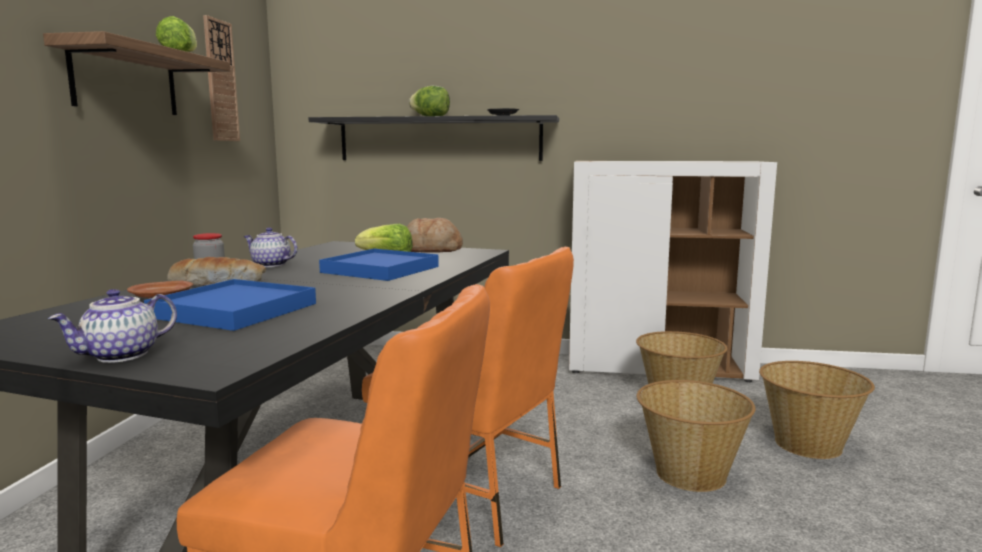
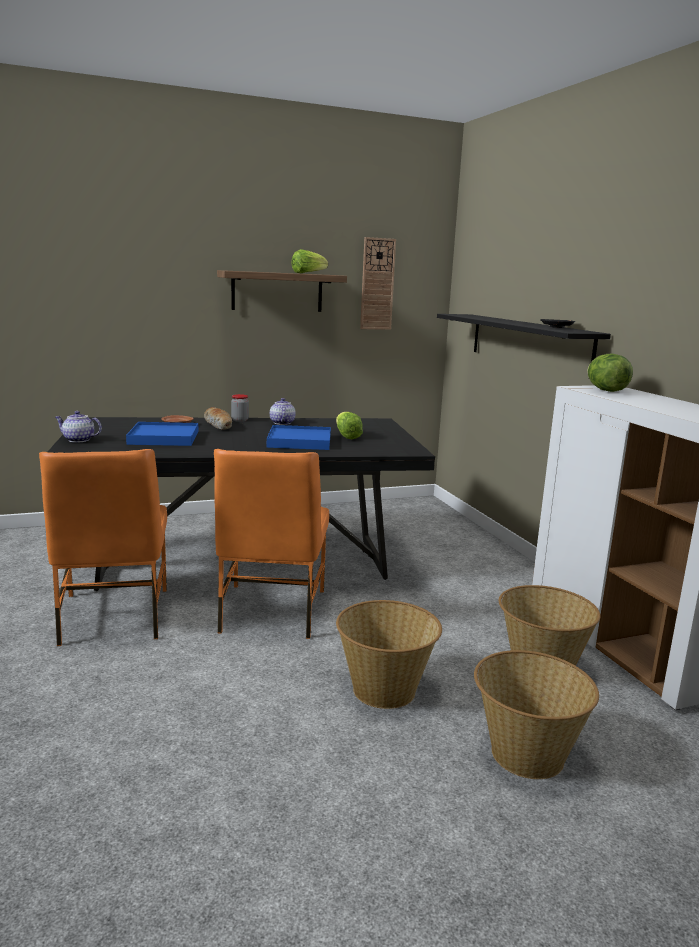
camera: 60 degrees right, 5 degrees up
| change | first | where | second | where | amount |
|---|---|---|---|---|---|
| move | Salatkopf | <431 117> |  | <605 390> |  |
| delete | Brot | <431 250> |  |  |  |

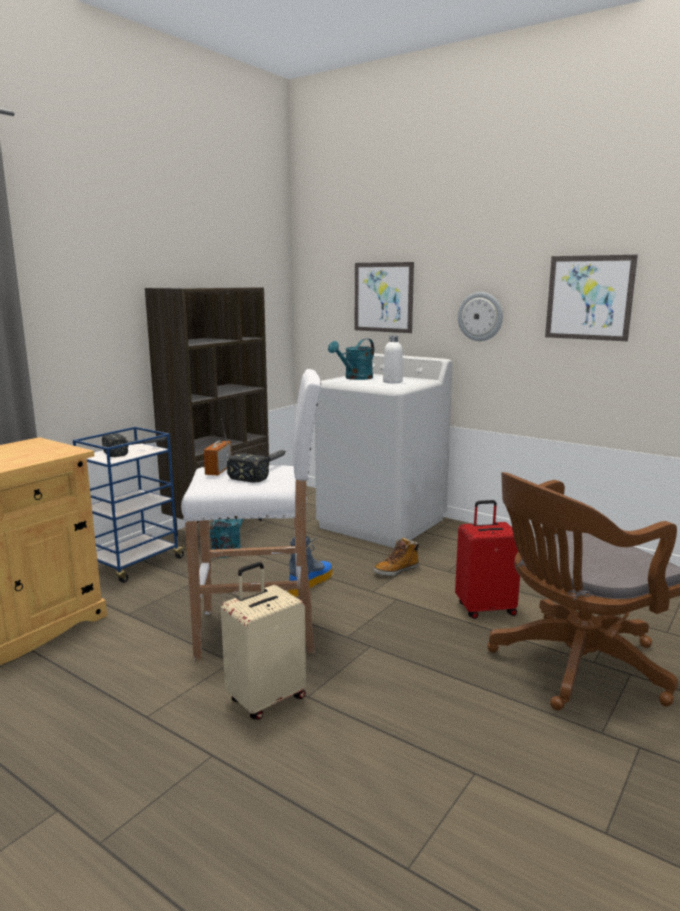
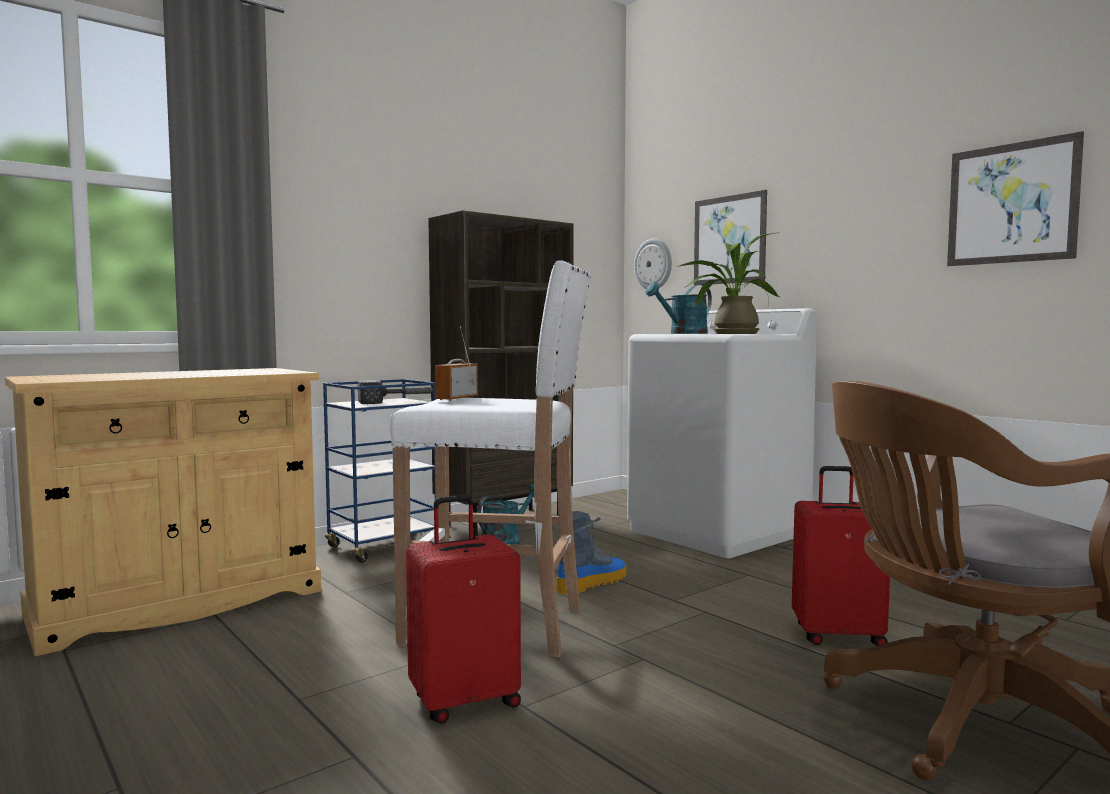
camera: 15 degrees right, 10 degrees down
| change | first | where | second | where | amount |
|---|---|---|---|---|---|
| move | Wanduhr | <480 316> |  | <653 264> |  |
| replace | Flasche [weiß] | <392 382> | Topfpflanze | <729 333> |  |
| delete | Hammer | <264 470> |  |  |  |
| delete | Stiefel | <396 571> |  |  |  |
| recolor | Koffer [beige] | <266 699> | Koffer [rot] | <464 701> |  |

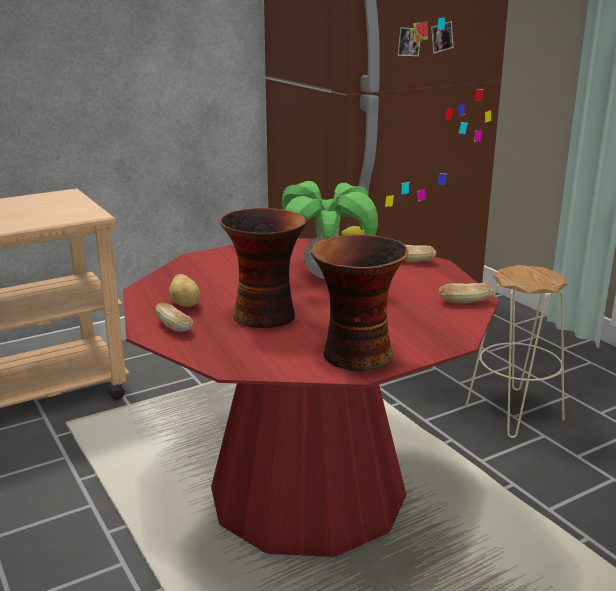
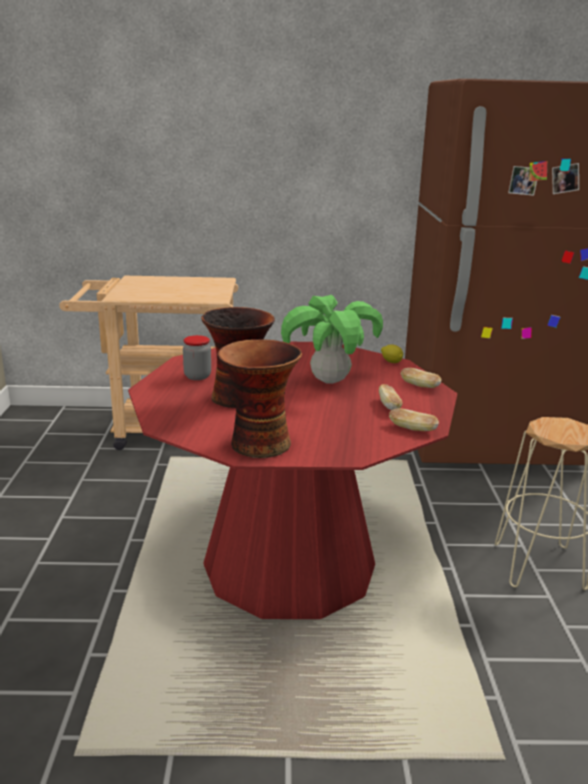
camera: 30 degrees right, 0 degrees up
| change | first | where | second | where | amount |
|---|---|---|---|---|---|
| replace | Kartoffel | <185 304> | Vorratsglas | <197 376> |  |
| move | Brot | <174 327> |  | <389 406> |  |

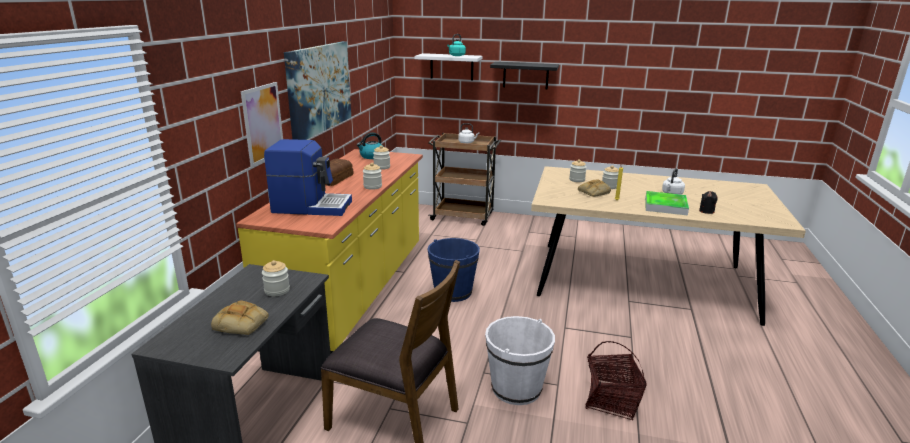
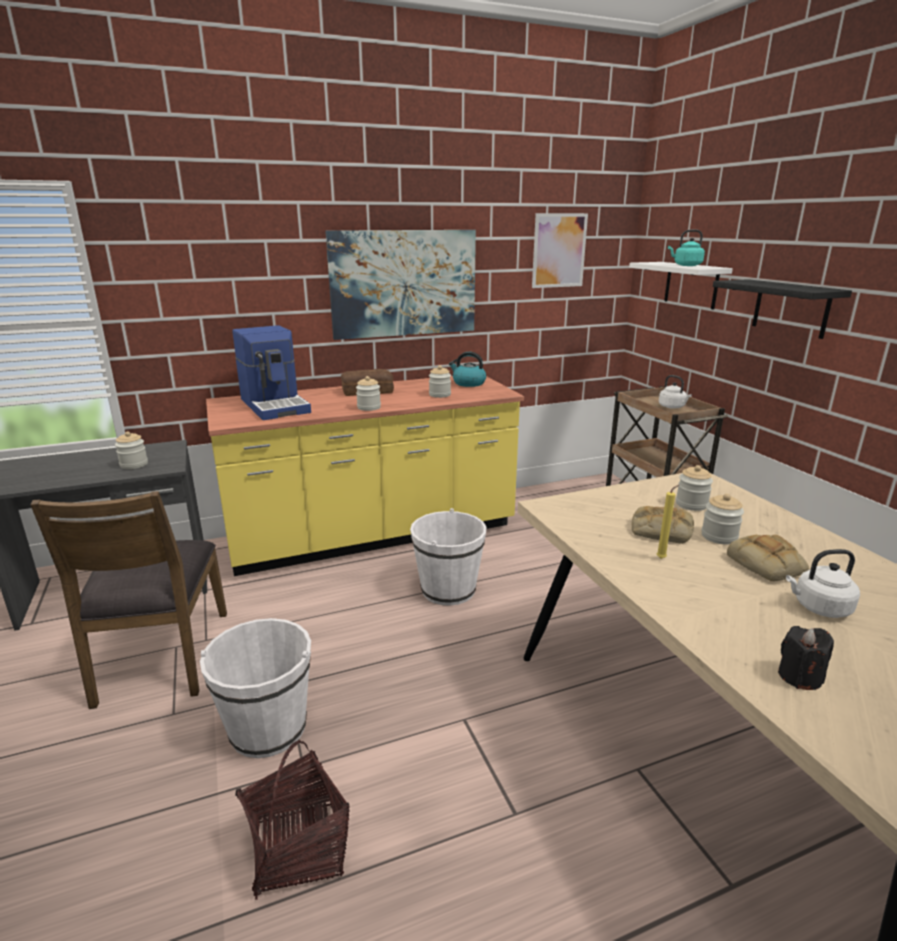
camera: 55 degrees right, 0 degrees up
| change | first | where | second | where | amount |
|---|---|---|---|---|---|
| move | Bild | <263 123> |  | <559 250> |  |
| delete | Tablett | <665 206> |  |  |  |
| recolor | Eimer [blau] | <453 292> | Eimer [weiß] | <448 590> |  |
| move | Brot | <242 323> |  | <768 565> |  |

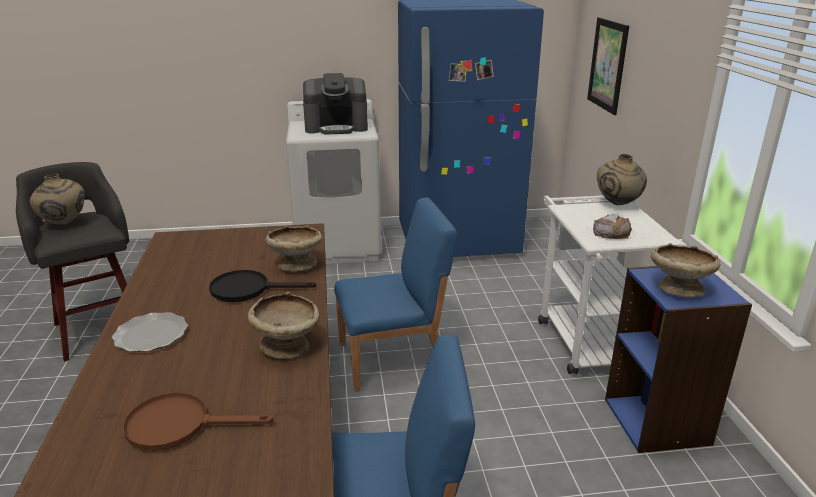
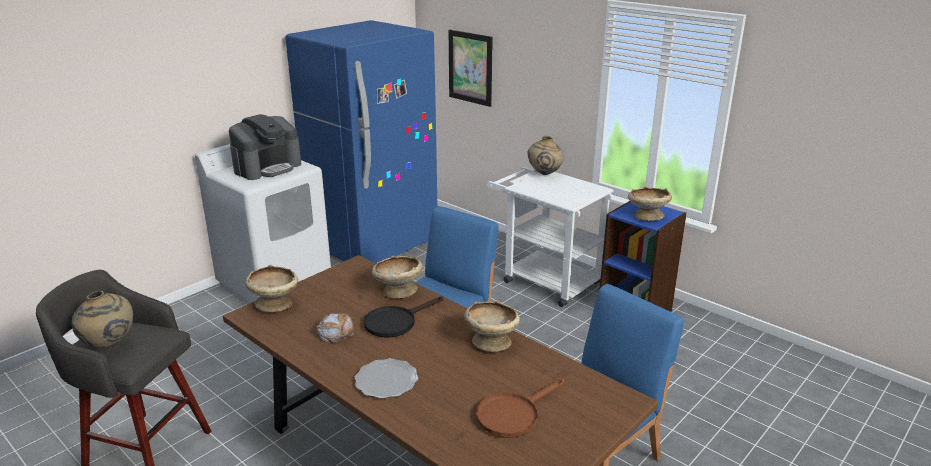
camera: 40 degrees left, 0 degrees up
| change | first | where | second | where | amount |
|---|---|---|---|---|---|
| move | Brot | <611 232> |  | <335 332> |  |
| insert |  |  | Schüssel [beige] | <275 304> |  |

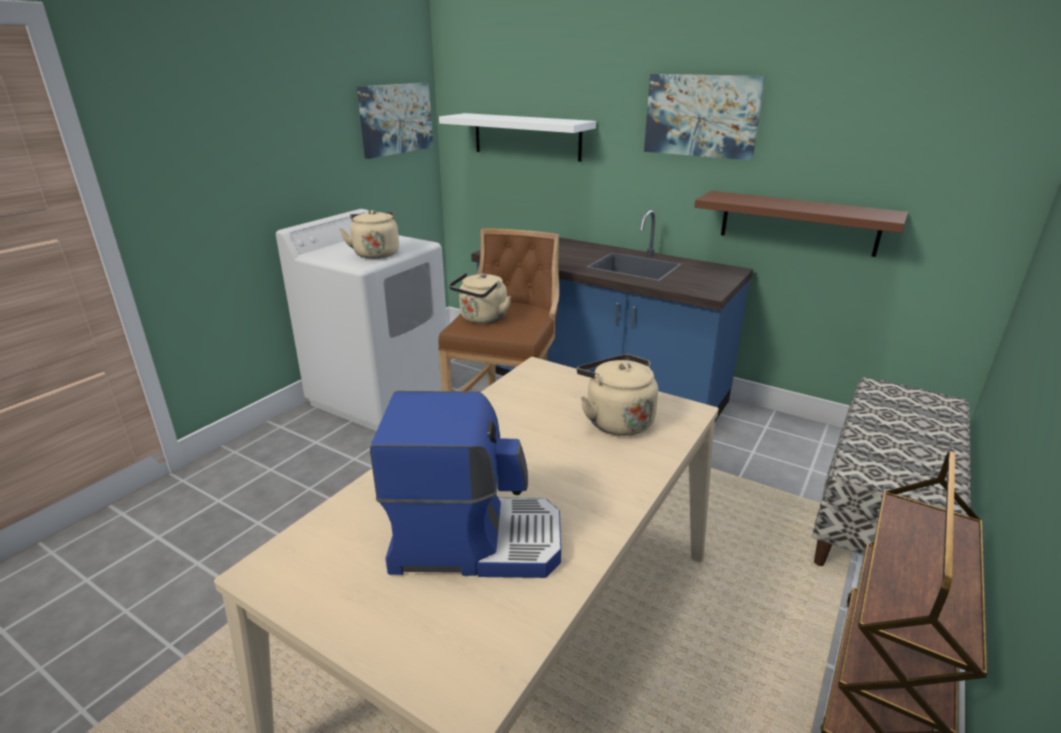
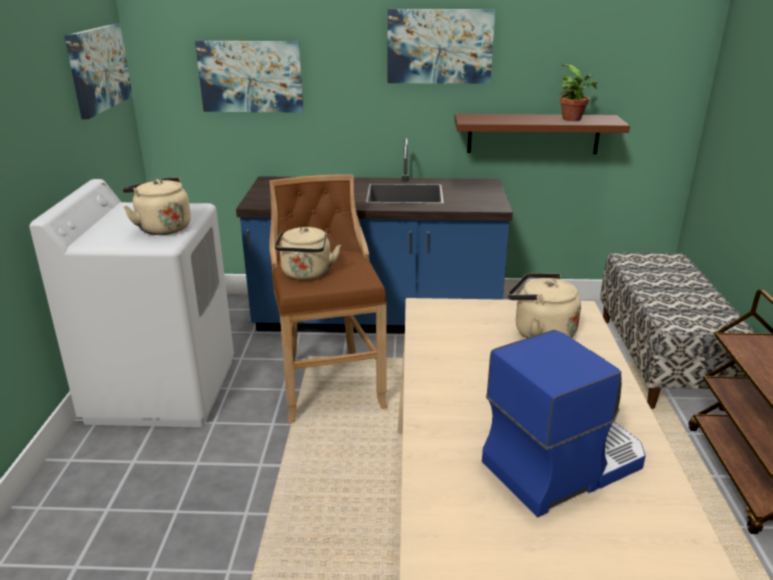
camera: 30 degrees left, 0 degrees up
| change | first | where | second | where | amount |
|---|---|---|---|---|---|
| replace | Wandregal [weiß] | <526 136> | Bild | <251 76> |  |
| insert |  |  | Topfpflanze | <573 119> |  |

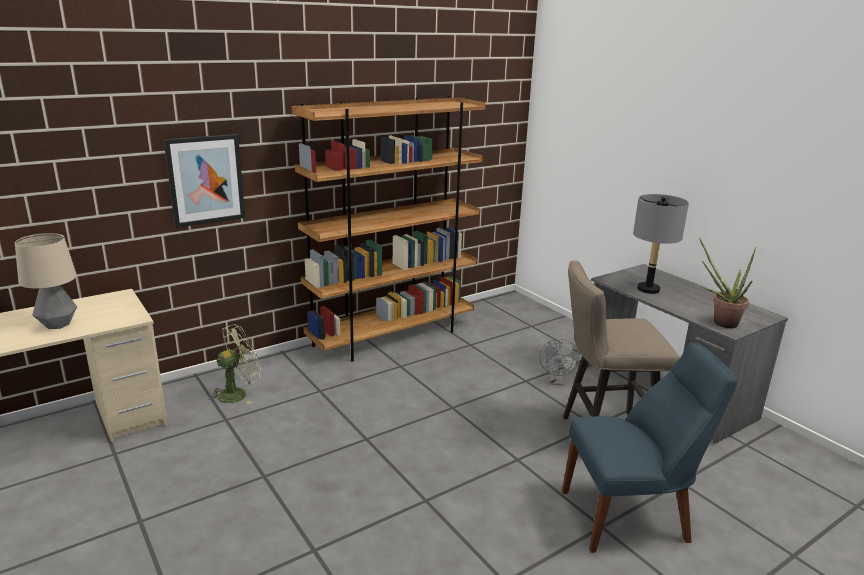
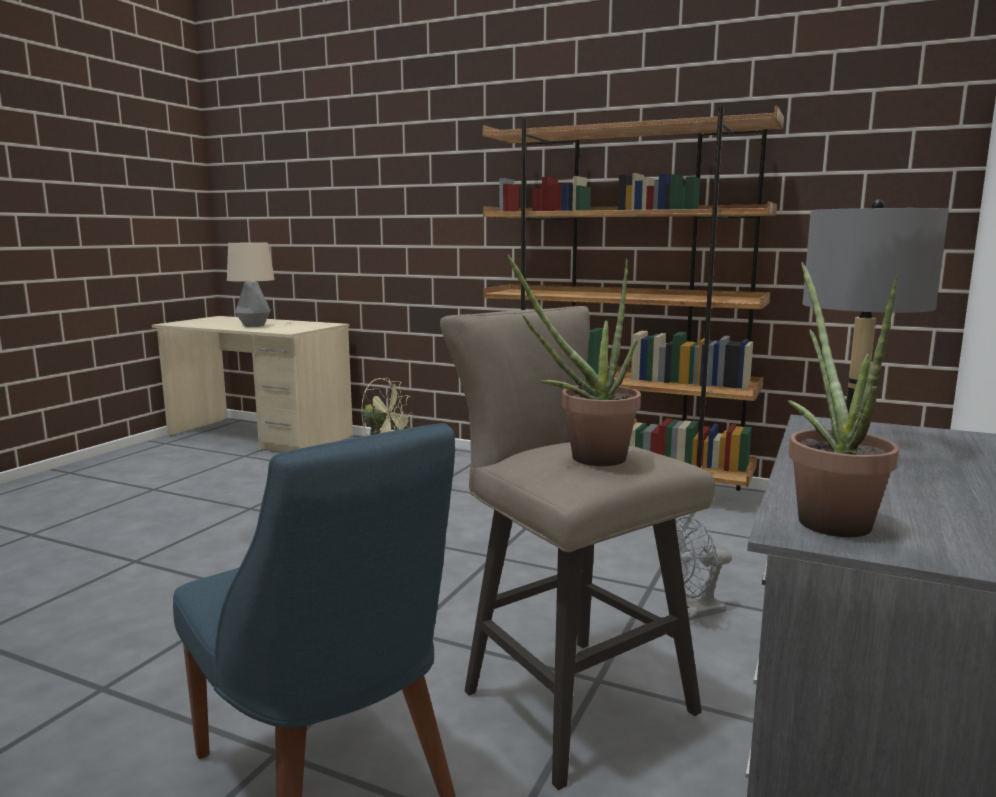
camera: 60 degrees right, 10 degrees down
| change | first | where | second | where | amount |
|---|---|---|---|---|---|
| delete | Bild | <205 180> |  |  |  |
| insert |  |  | Topfpflanze | <586 459> |  |

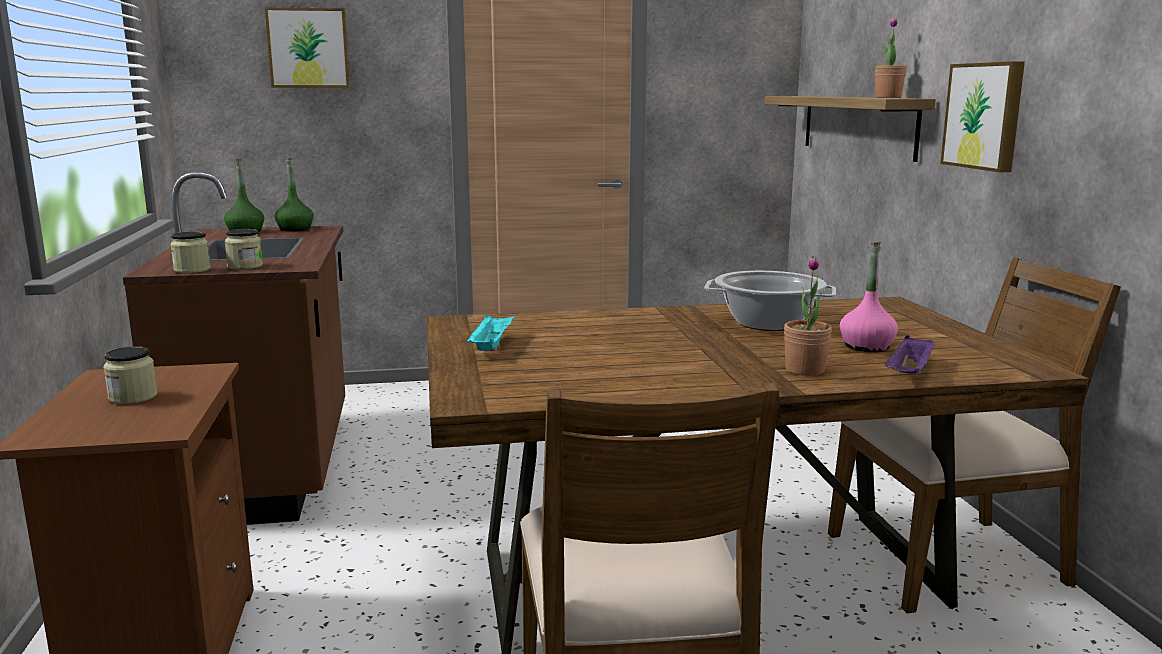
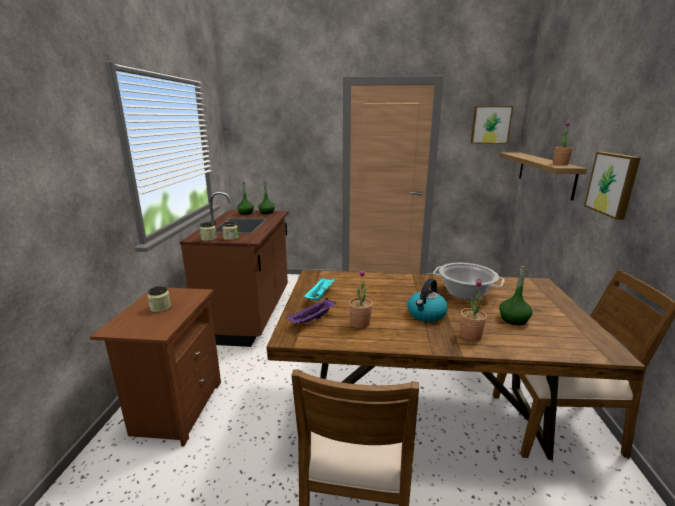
camera: 15 degrees right, 5 degrees up
| change | first | where | second | where | amount |
|---|---|---|---|---|---|
| move | Bild | <308 48> |  | <490 125> |  |
| recolor | Flasche [rosa] | <866 346> | Flasche [grün] | <513 319> |  |
| move | Tablett [lila] | <910 374> |  | <312 320> |  |
| insert |  |  | Topfpflanze | <360 323> |  |
| insert |  |  | Wasserkessel | <426 314> |  |

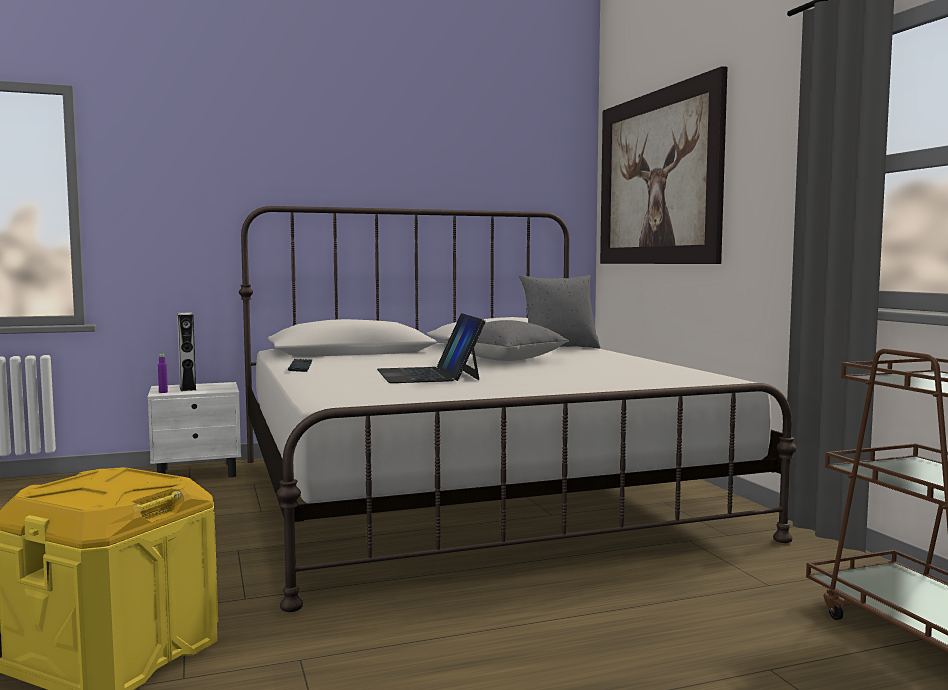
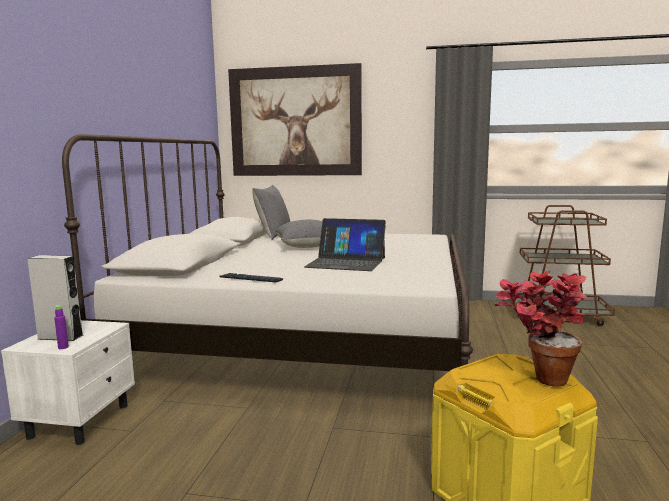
camera: 60 degrees left, 5 degrees up
| change | first | where | second | where | amount |
|---|---|---|---|---|---|
| insert |  |  | Topfpflanze | <538 378> |  |

